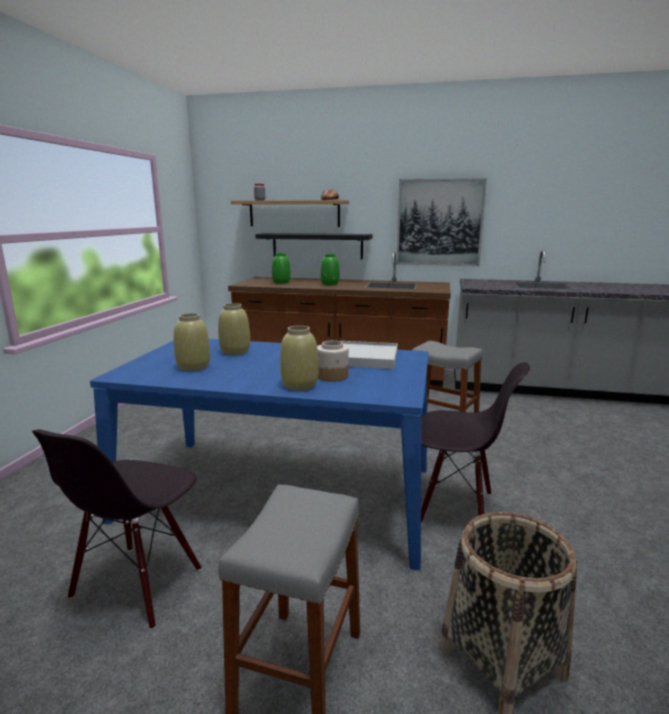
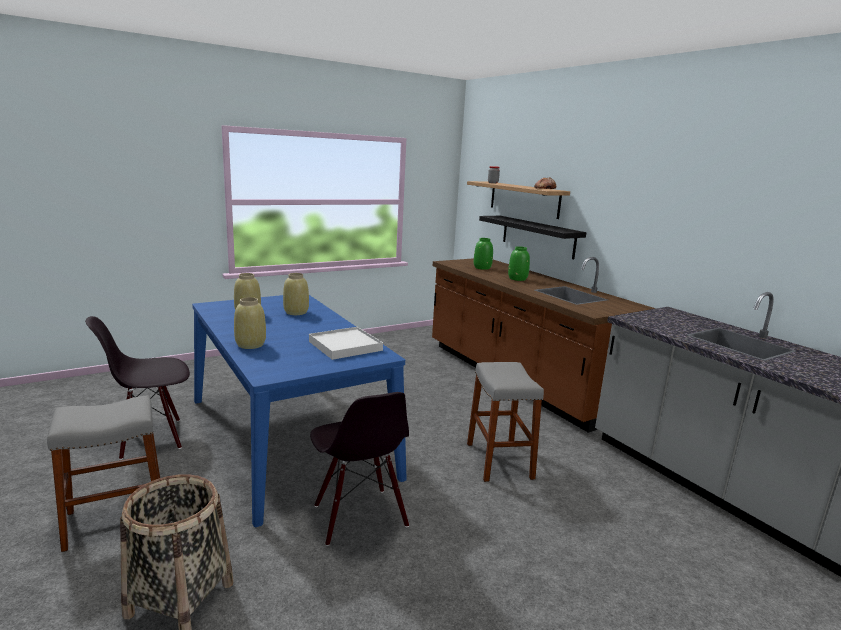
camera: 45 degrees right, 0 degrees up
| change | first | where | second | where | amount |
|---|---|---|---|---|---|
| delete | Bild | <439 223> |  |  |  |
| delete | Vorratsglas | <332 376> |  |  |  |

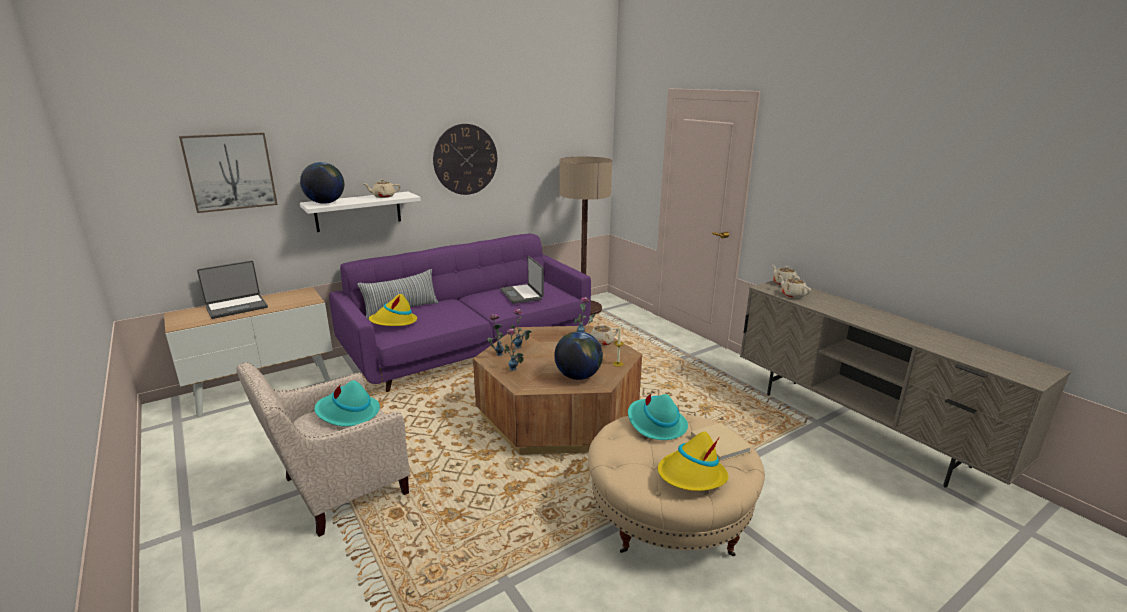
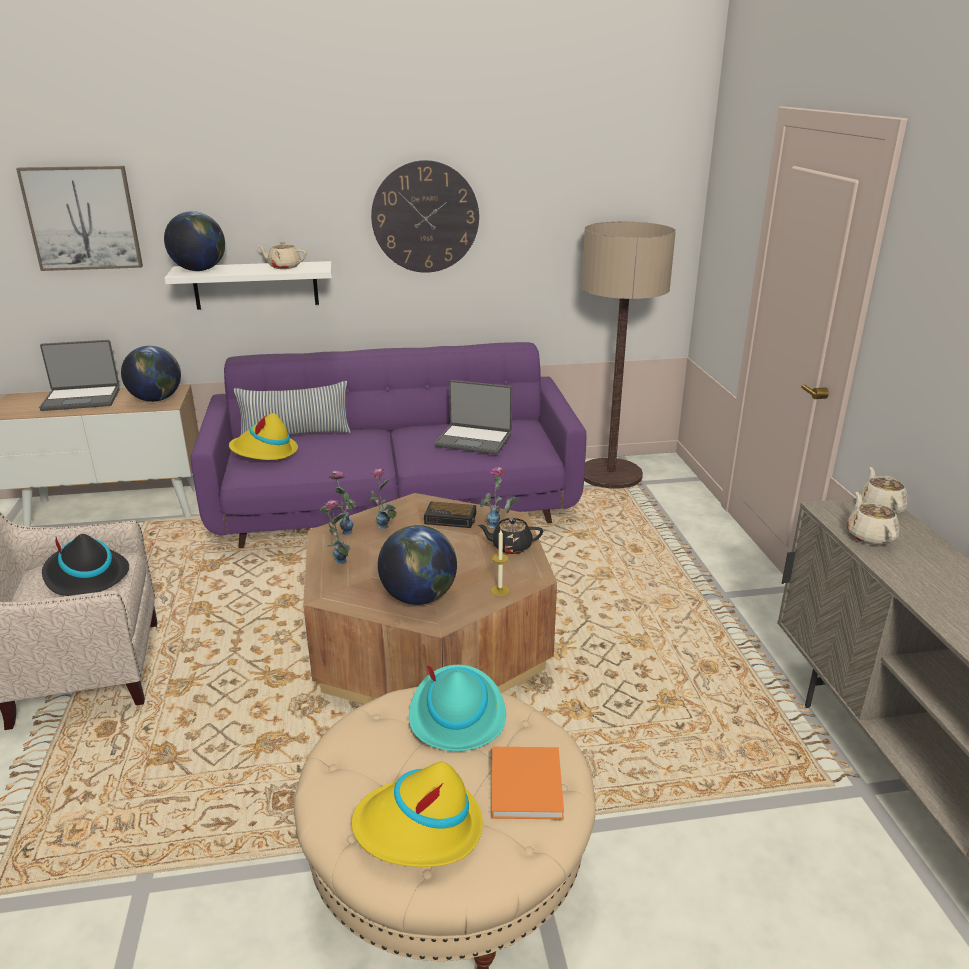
camera: 25 degrees right, 5 degrees up
| change | first | where | second | where | amount |
|---|---|---|---|---|---|
| rotate | Laptop | <522 294> |  | <474 440> | 75 degrees counterclockwise |
| recolor | Teekanne [beige] | <601 342> | Teekanne [schwarz] | <510 547> |  |
| recolor | Hut [türkis] | <347 413> | Hut [schwarz] | <85 576> |  |
| recolor | Buch [beige] | <719 442> | Buch [orange] | <526 782> |  |
| insert |  |  | Globus | <156 399> |  |
| insert |  |  | Wecker | <451 519> |  |

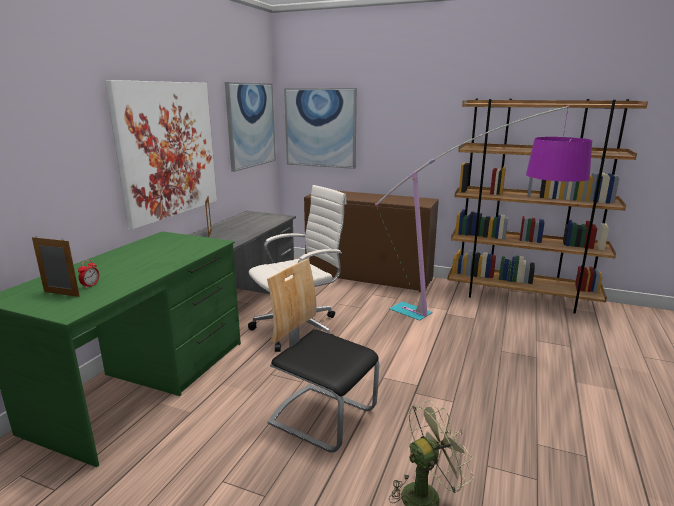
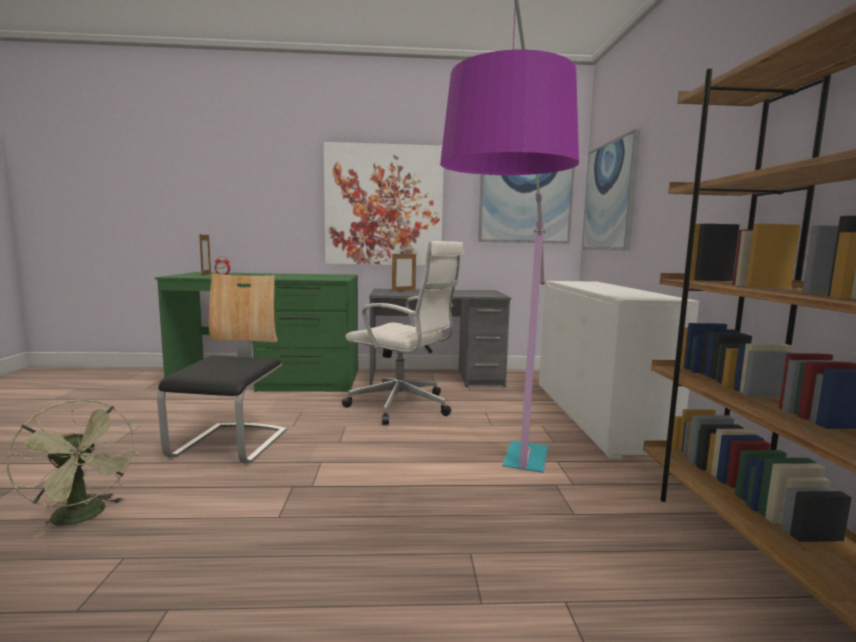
camera: 65 degrees right, 10 degrees down
| change | first | where | second | where | amount |
|---|---|---|---|---|---|
| recolor | Schrank [braun] | <368 277> | Schrank [weiß] | <596 416> |  |

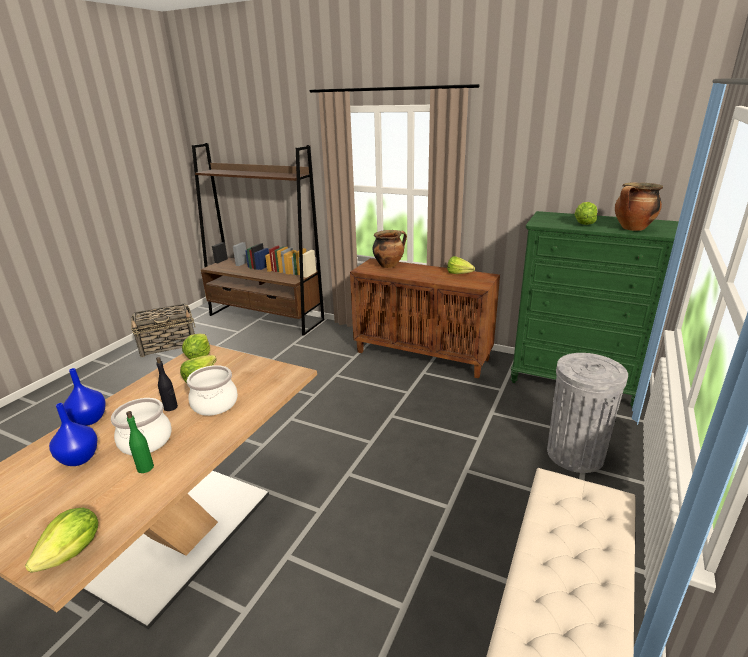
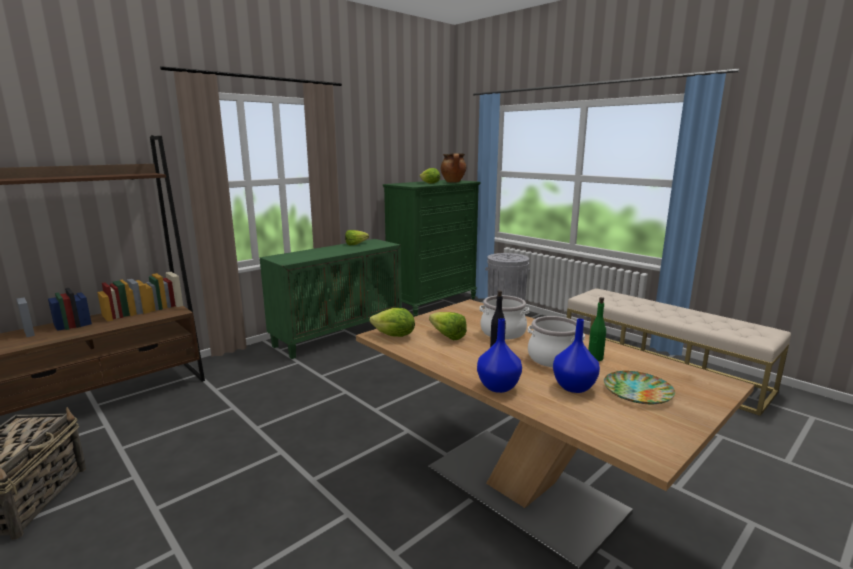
camera: 70 degrees left, 10 degrees down
| change | first | where | second | where | amount |
|---|---|---|---|---|---|
| delete | Kochtopf | <389 265> |  |  |  |
| recolor | Schrank [braun] | <423 355> | Schrank [grün] | <339 334> |  |
| delete | Salatkopf | <73 552> |  |  |  |
| insert |  |  | Teller | <637 391> |  |

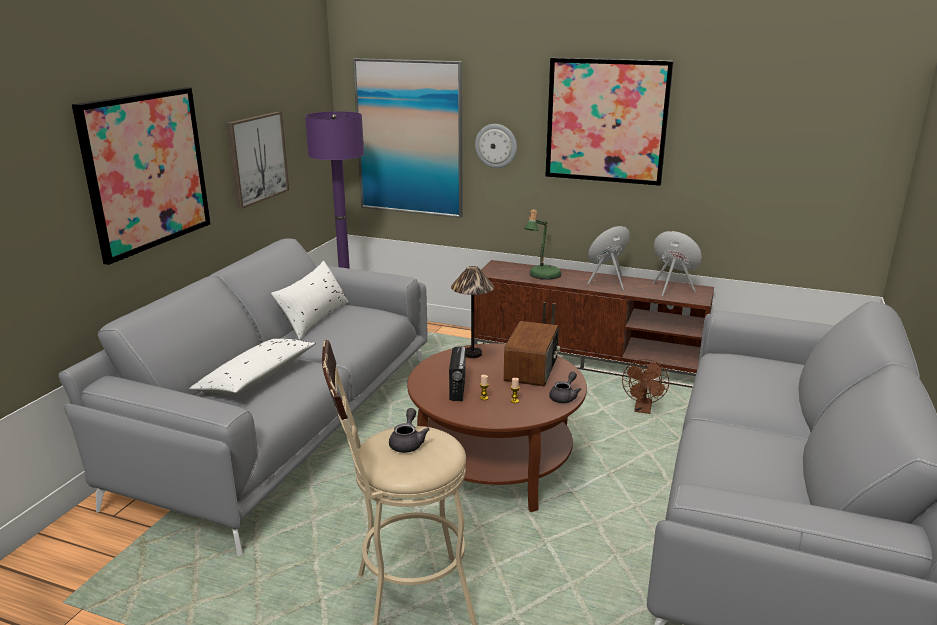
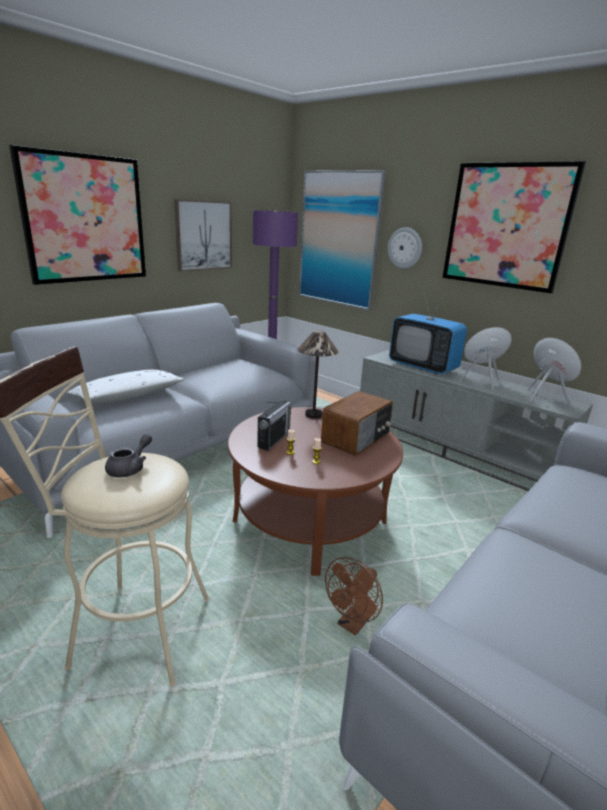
camera: 20 degrees right, 0 degrees up
| change | first | where | second | where | amount |
|---|---|---|---|---|---|
| replace | Tischlampe | <542 276> | Fernseher | <423 367> |  |
| recolor | Fernsehschrank [braun] | <588 359> | Fernsehschrank [grau] | <454 450> |  |
| delete | Kissen [weiß] | <314 318> |  |  |  |
| move | Ventilator [braun] | <643 410> |  | <352 624> |  |
| delete | Teekanne [grau] | <564 397> |  |  |  |

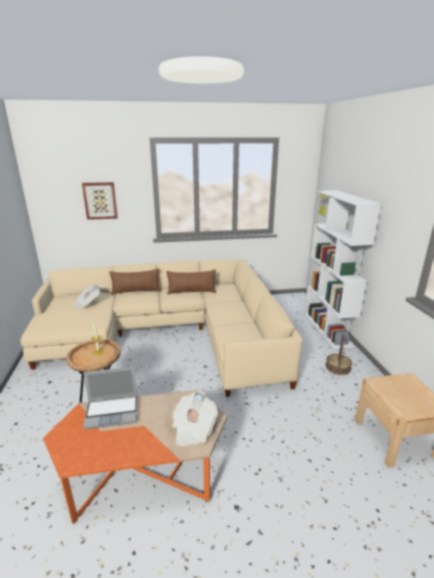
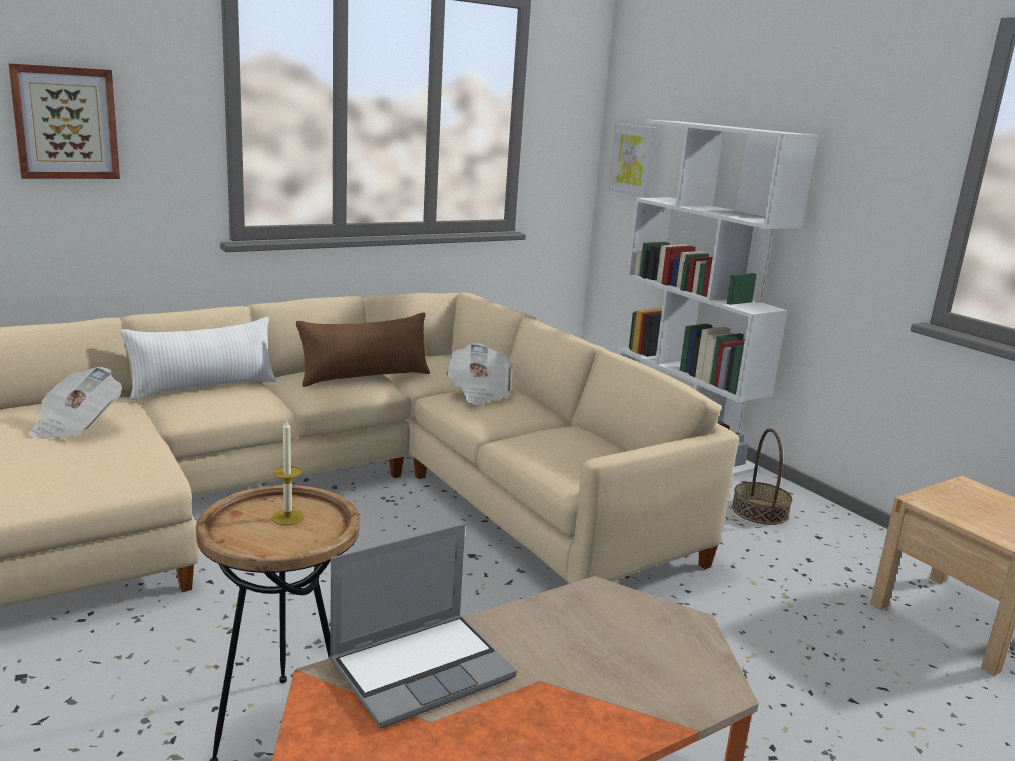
camera: 25 degrees left, 5 degrees down
| change | first | where | second | where | amount |
|---|---|---|---|---|---|
| recolor | Kissen [braun] | <136 291> | Kissen [weiß] | <203 387> |  |
| move | Zeitung | <193 429> |  | <479 392> |  |

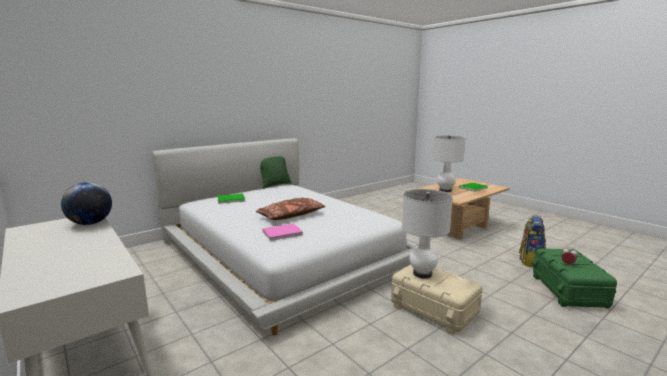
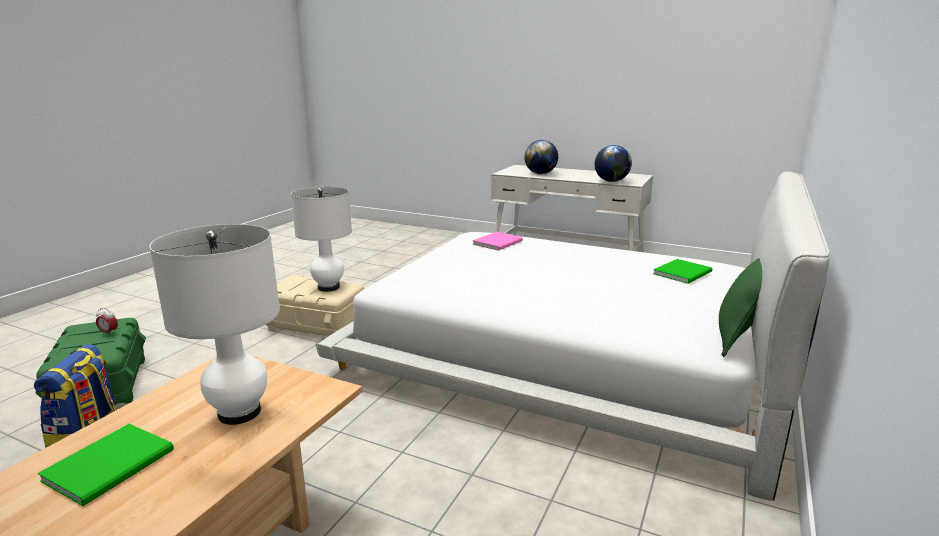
camera: 155 degrees right, 5 degrees up
| change | first | where | second | where | amount |
|---|---|---|---|---|---|
| delete | Kissen [braun] | <291 216> |  |  |  |
| insert |  |  | Globus | <540 174> |  |

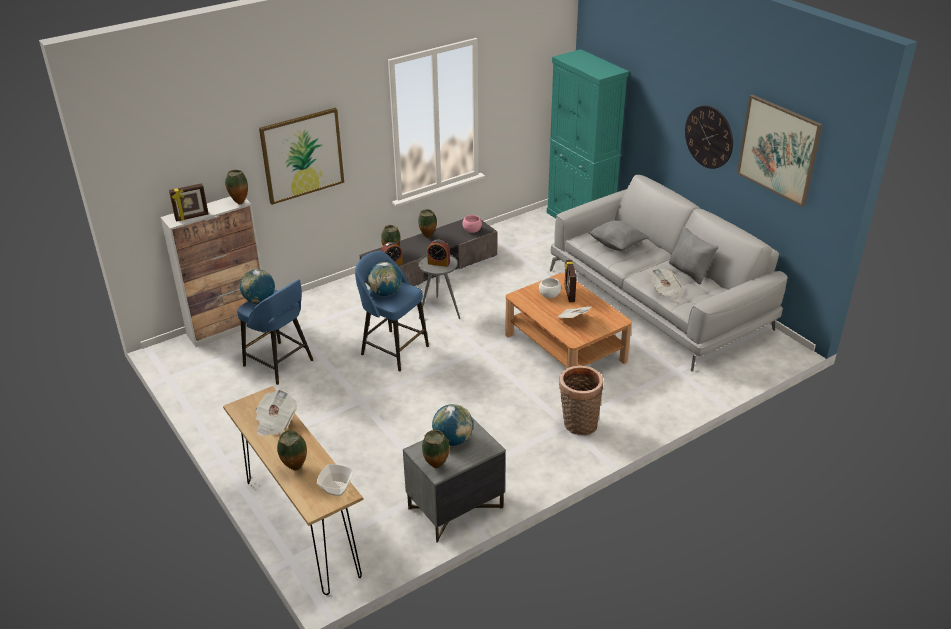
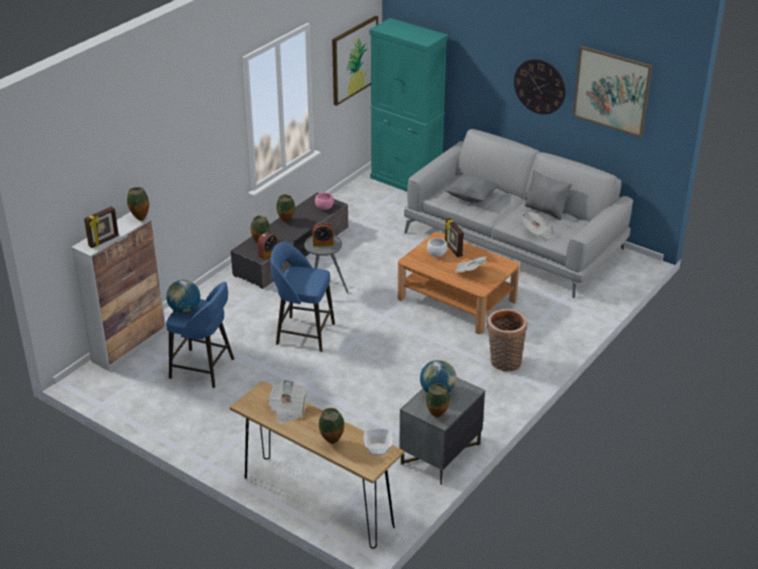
camera: 20 degrees left, 0 degrees up
| change | first | where | second | where | amount |
|---|---|---|---|---|---|
| move | Bild | <302 155> |  | <354 60> |  |
| delete | Globus | <385 293> |  |  |  |

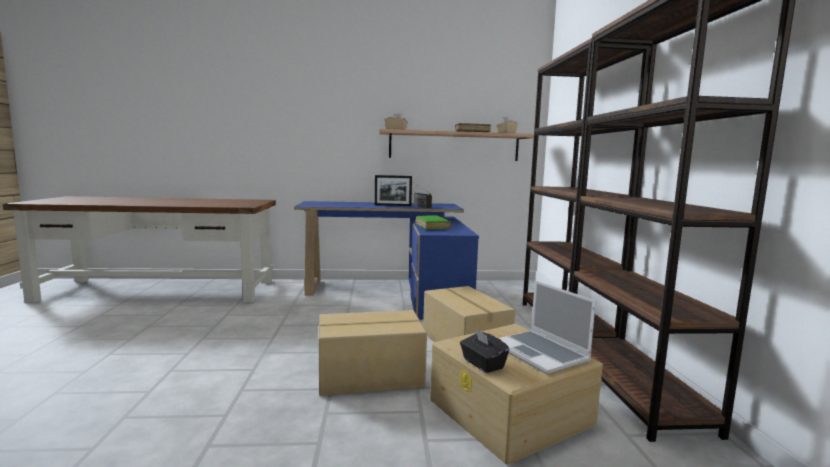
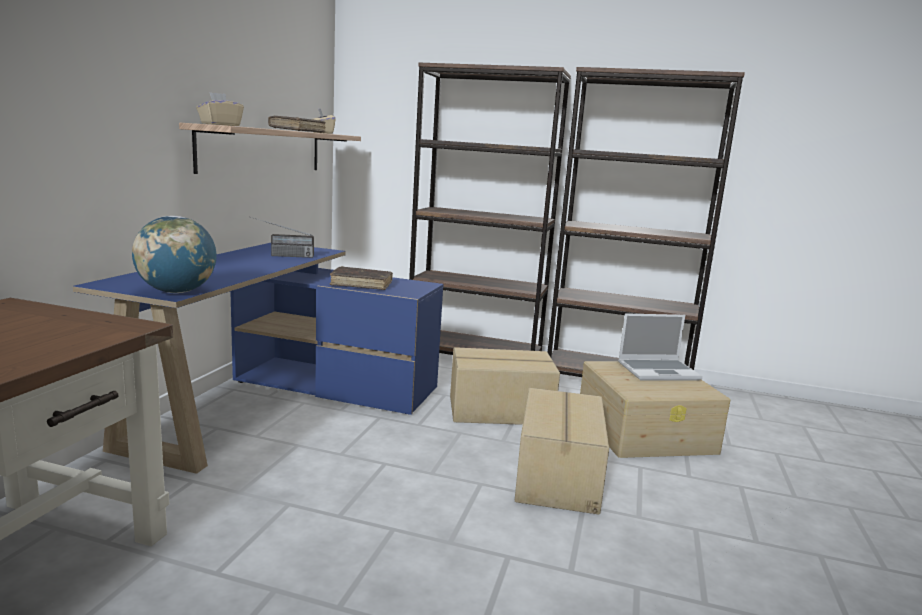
camera: 70 degrees left, 5 degrees up
| change | first | where | second | where | amount |
|---|---|---|---|---|---|
| delete | Bilderrahmen | <393 205> |  |  |  |
| recolor | Buch [grün] | <432 227> | Buch [braun] | <361 284> |  |
| delete | Taschentuchbox [schwarz] | <482 364> |  |  |  |
| insert |  |  | Globus | <177 292> |  |

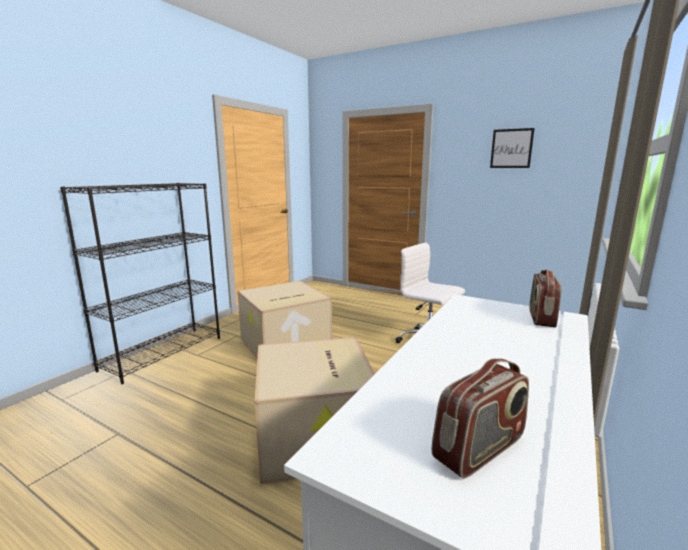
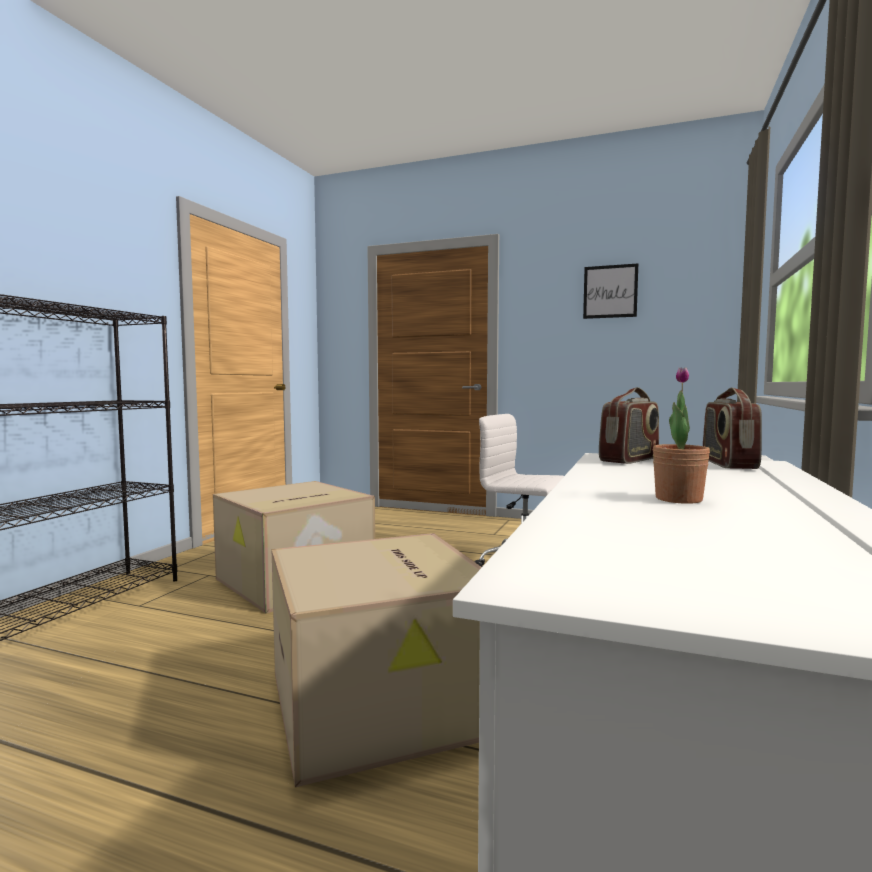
camera: 10 degrees left, 10 degrees down
| change | first | where | second | where | amount |
|---|---|---|---|---|---|
| move | Radio | <480 449> |  | <630 460> |  |
| insert |  |  | Topfpflanze | <678 499> |  |

